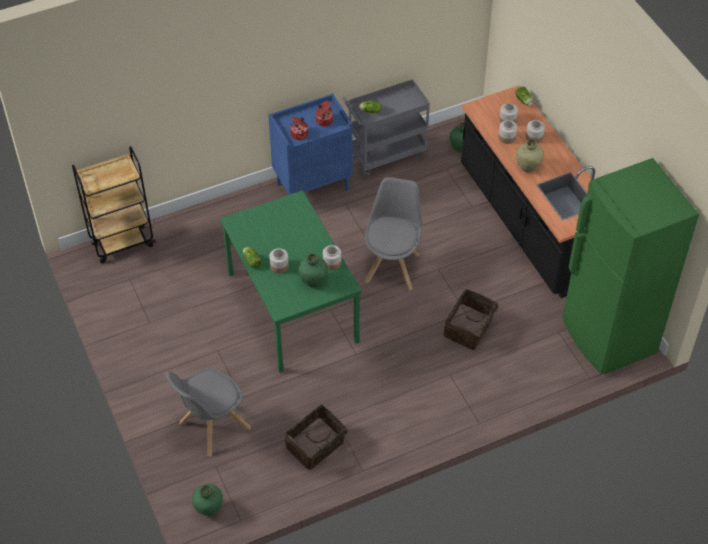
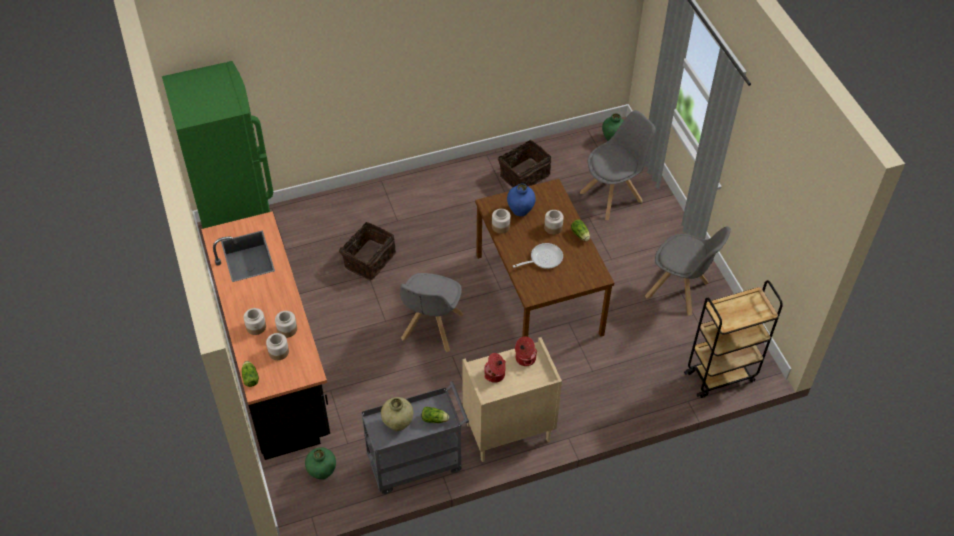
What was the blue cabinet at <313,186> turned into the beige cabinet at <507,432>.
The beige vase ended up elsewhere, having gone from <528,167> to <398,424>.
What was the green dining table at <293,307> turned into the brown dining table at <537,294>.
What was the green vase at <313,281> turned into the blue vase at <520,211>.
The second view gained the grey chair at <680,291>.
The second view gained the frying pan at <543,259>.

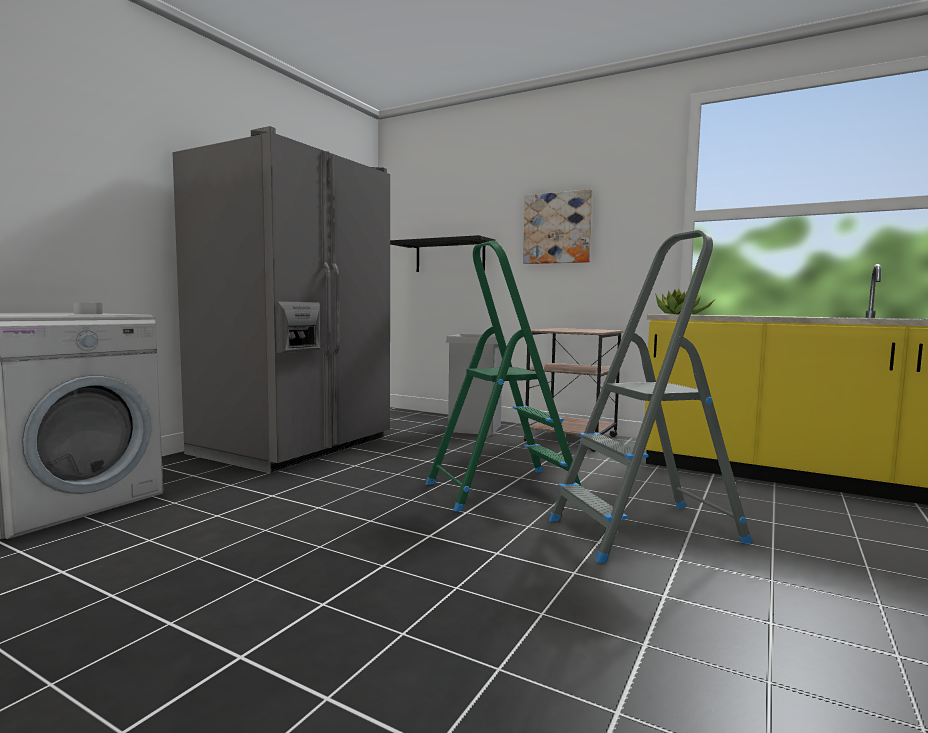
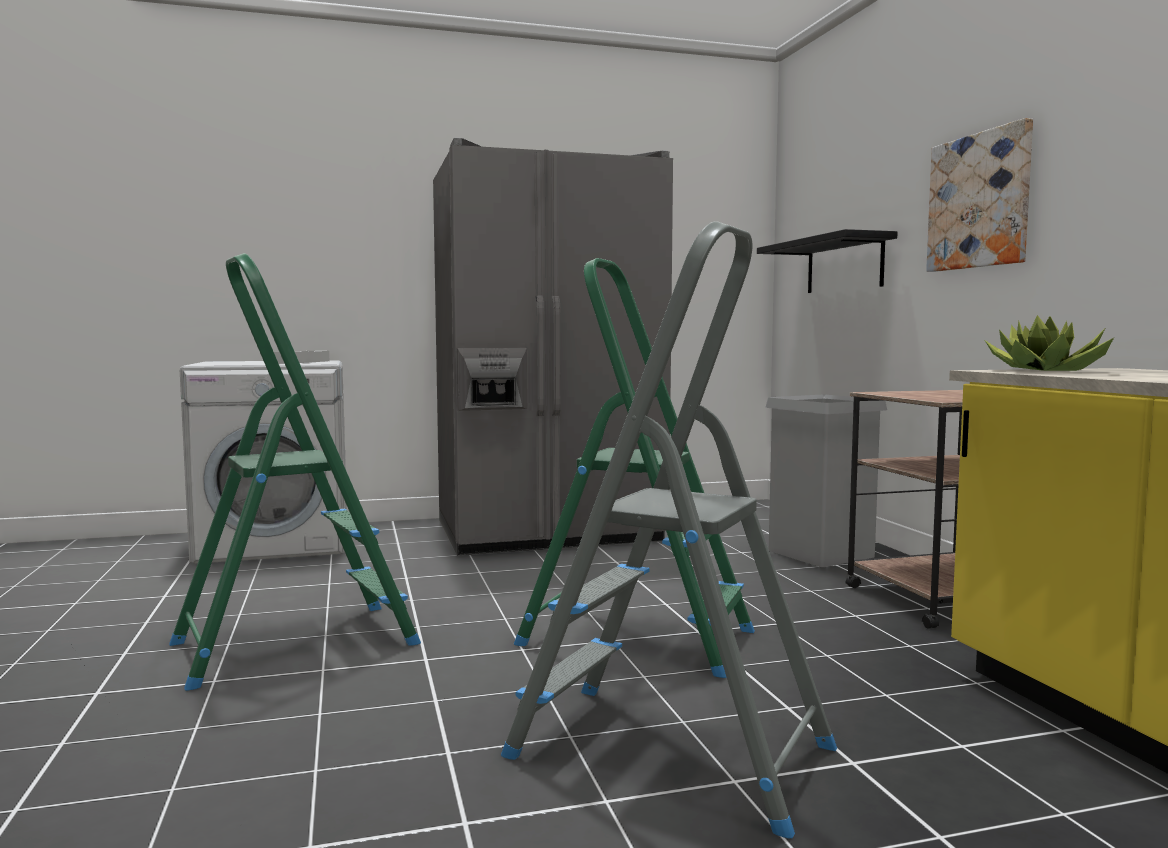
The second view gained the green step ladder at <298,643>.

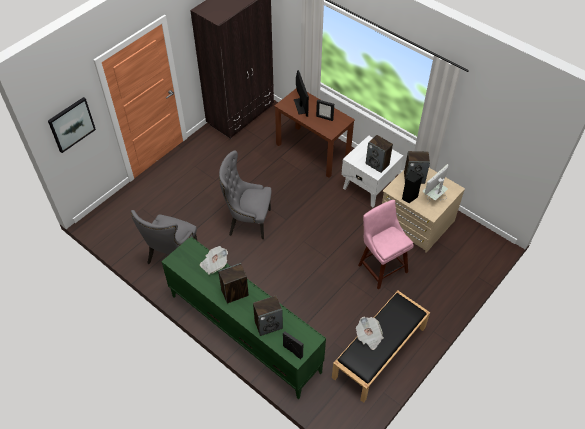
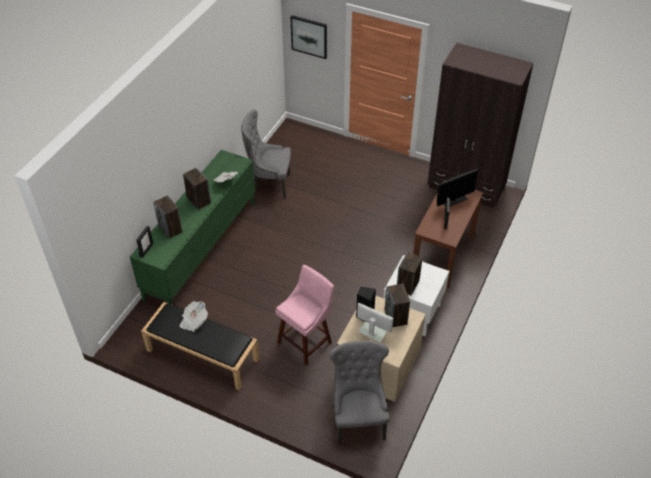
The grey chair ended up elsewhere, having gone from <248,222> to <358,421>.

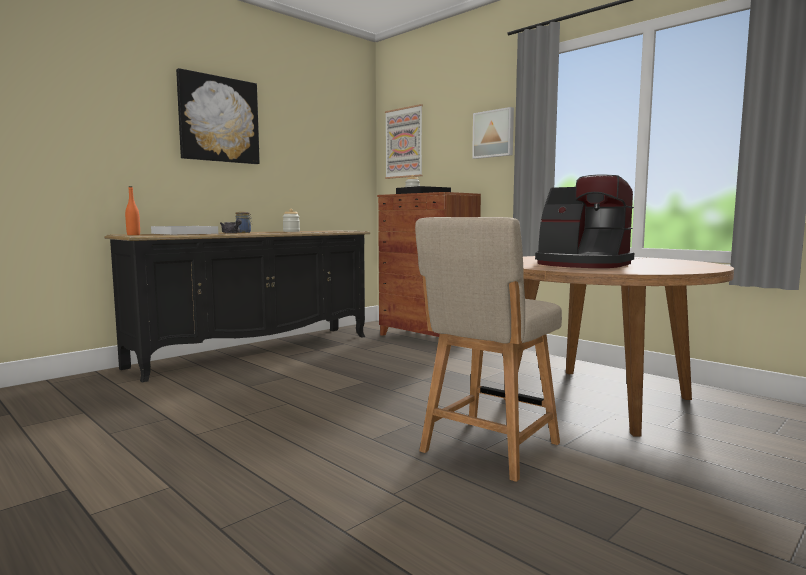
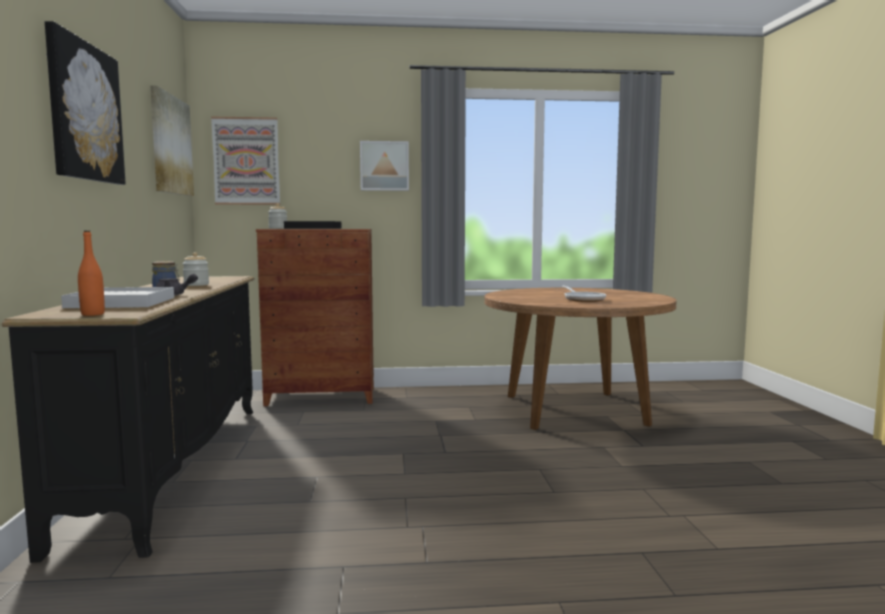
Where the coffee machine stood at <581,264>, the frying pan came to stand at <583,299>.
The second view lost the beige chair at <487,449>.
The second view gained the picture at <170,145>.

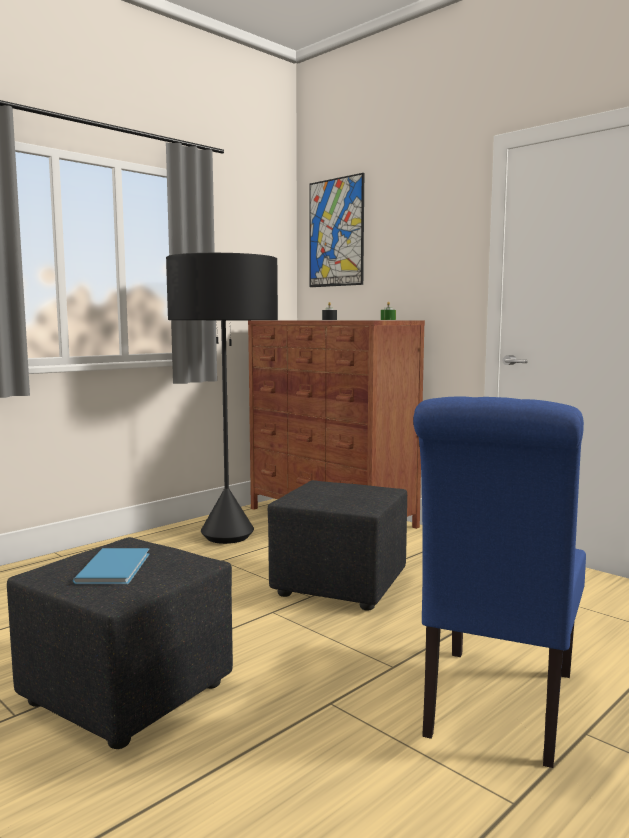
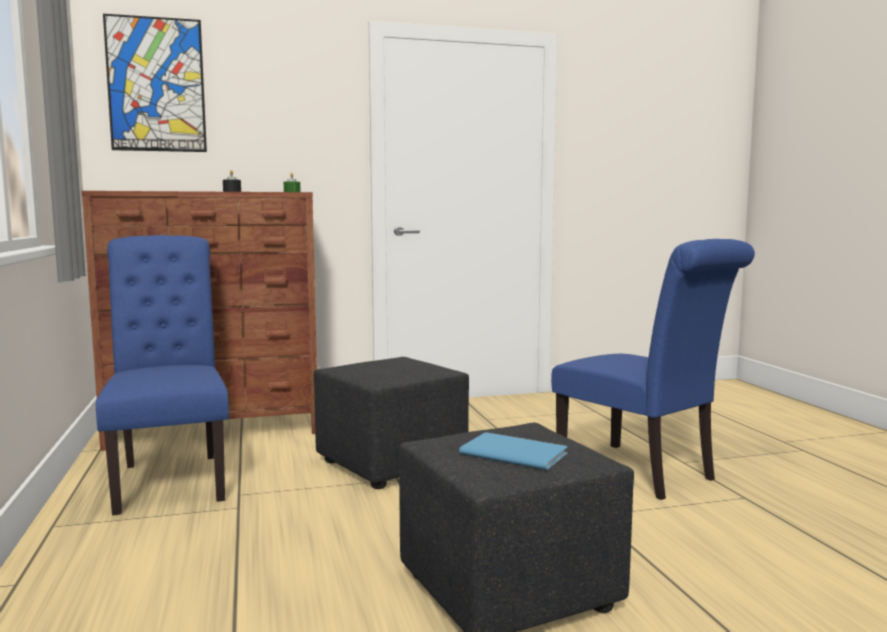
Where the black floor lamp stood at <227,537>, the blue chair came to stand at <171,478>.

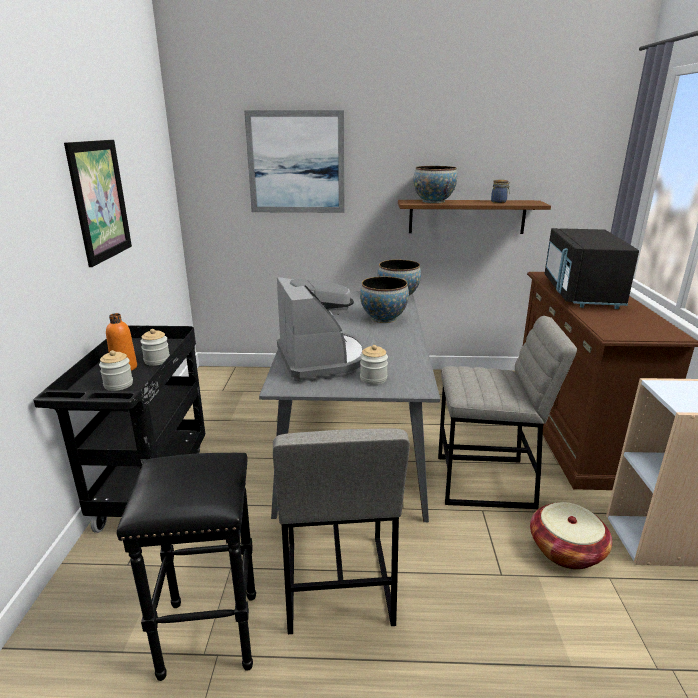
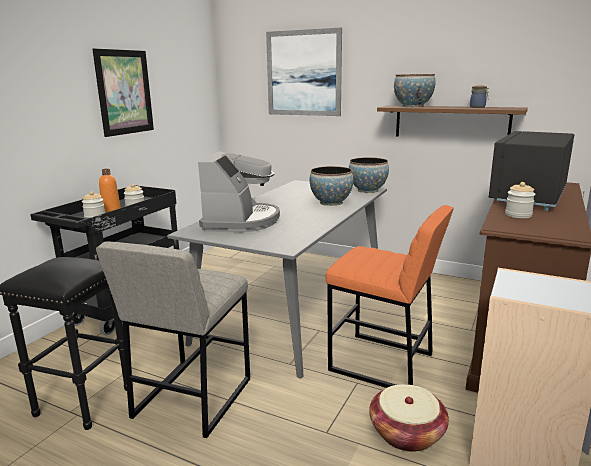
What was the grey chair at <487,481> turned into the orange chair at <384,363>.
The jar ended up elsewhere, having gone from <373,379> to <518,215>.

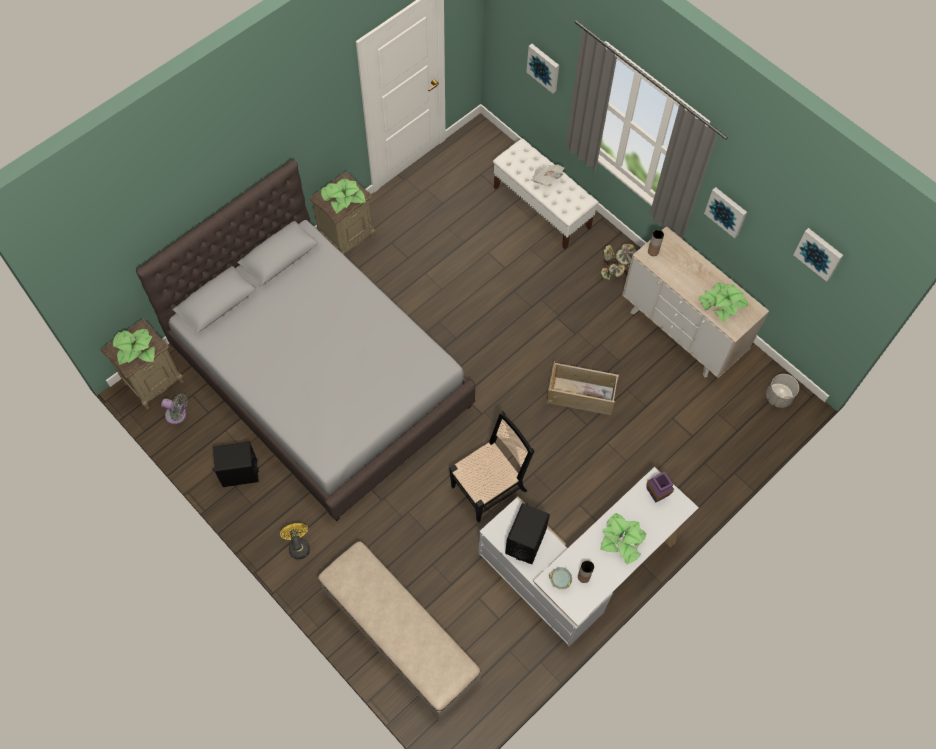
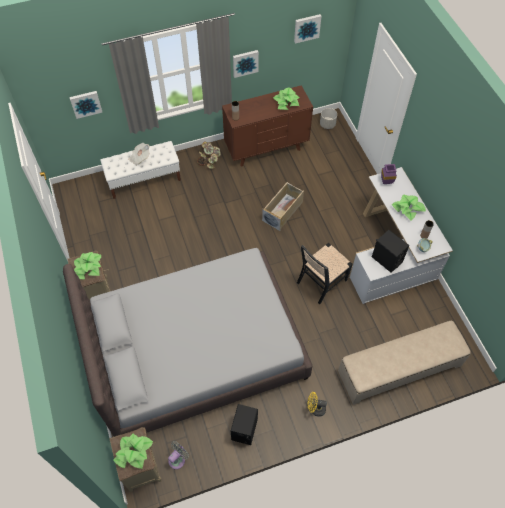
What was the white dresser at <681,332> turned into the brown dresser at <266,148>.
The chair at <489,488> ended up facing another way, 120 degrees counterclockwise from before.

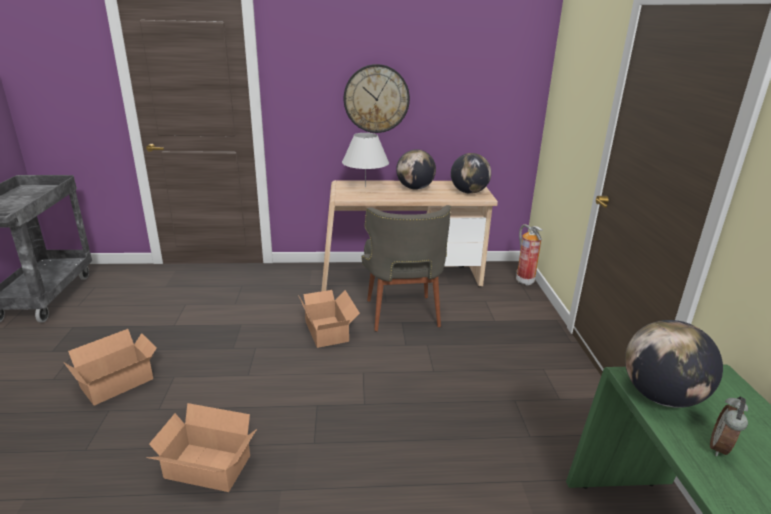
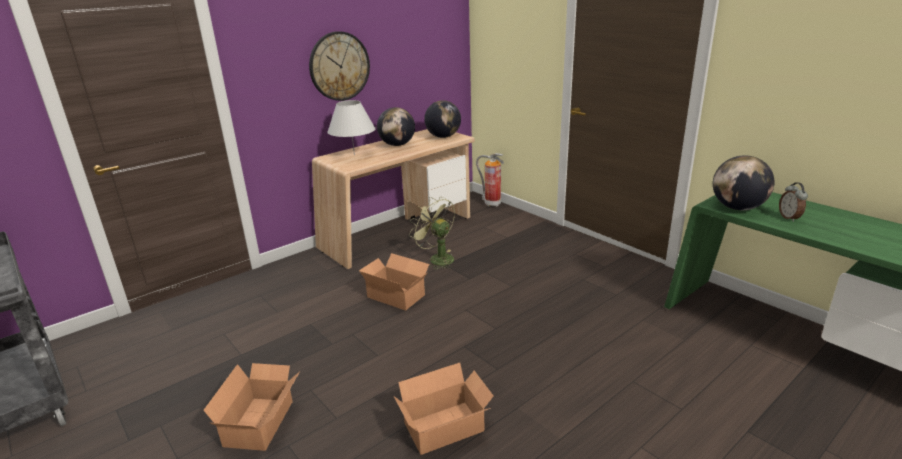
Where the grey chair stood at <402,313>, the green fan came to stand at <437,259>.

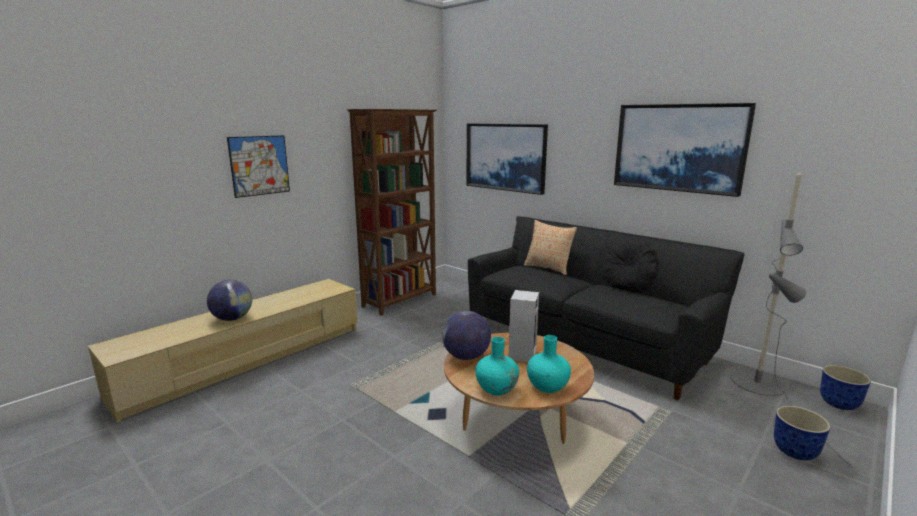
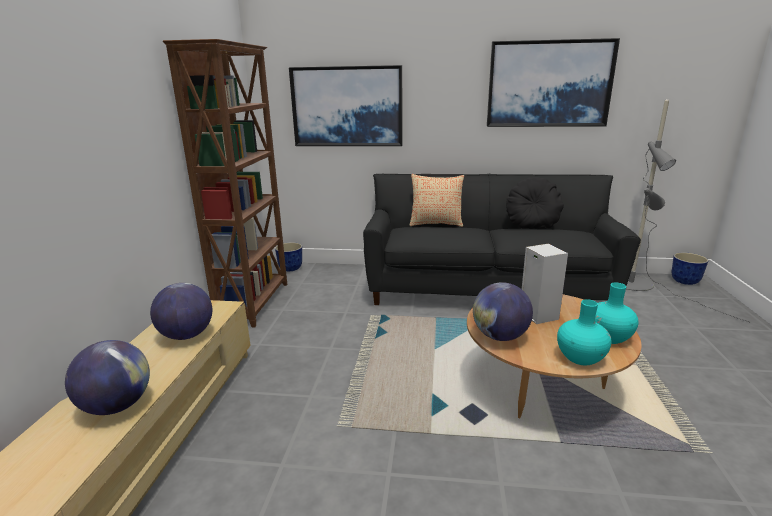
The second view lost the picture at <259,165>.
The planter ended up elsewhere, having gone from <795,452> to <291,268>.
The second view gained the globe at <186,335>.

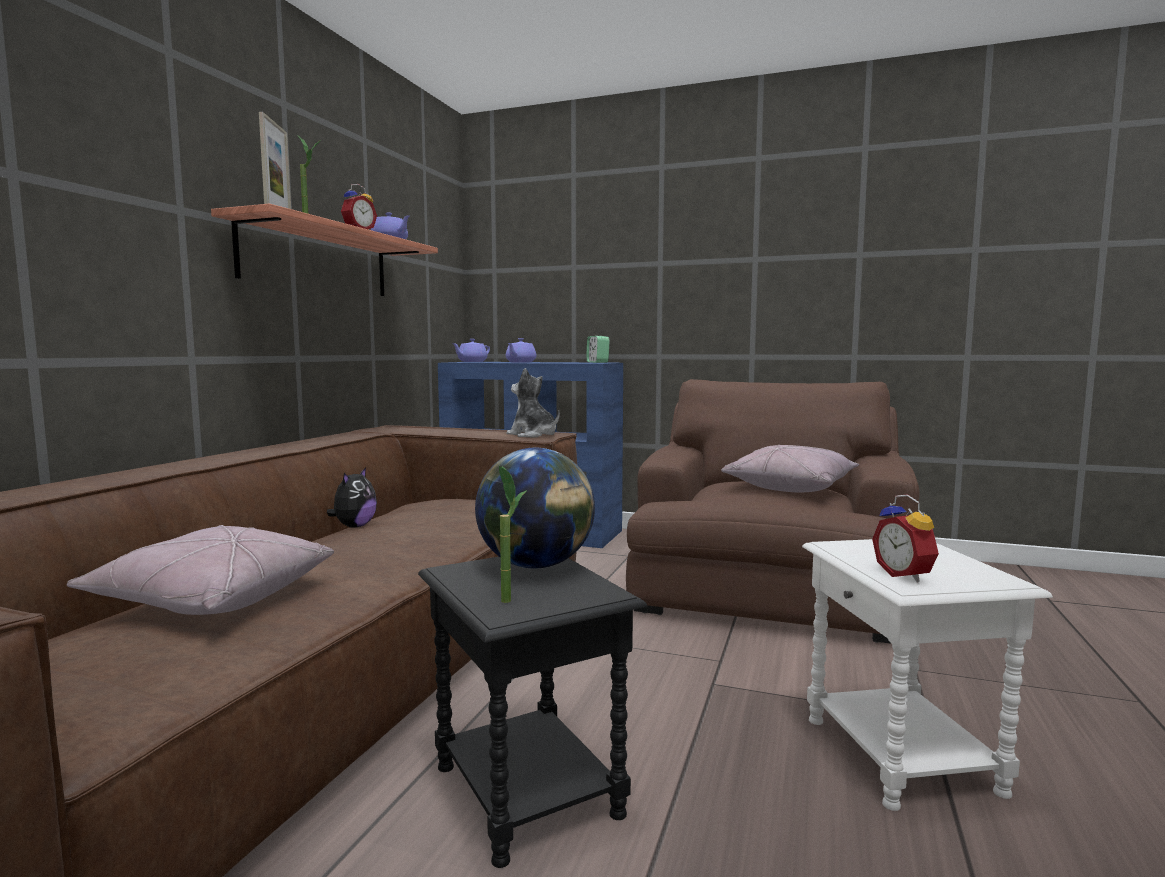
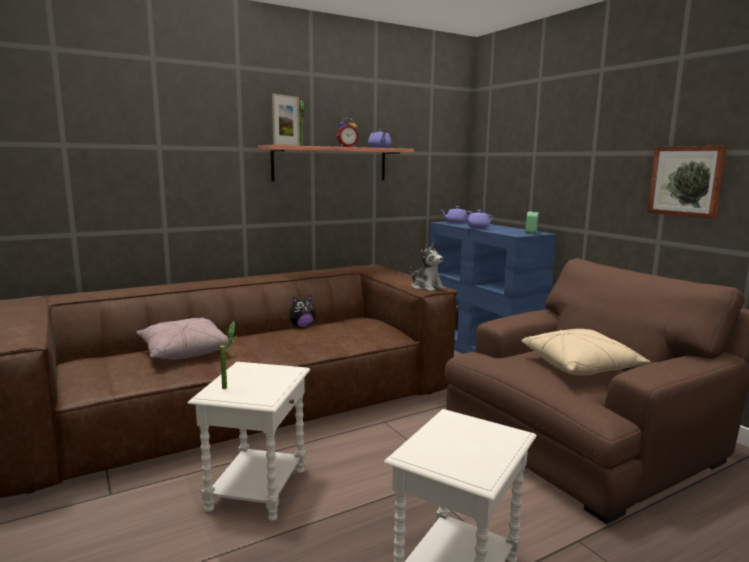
The plush toy at <533,435> ended up facing another way, 150 degrees clockwise from before.
What was the purple pillow at <790,487> turned into the beige pillow at <581,366>.
The second view lost the globe at <536,565>.
The second view lost the alarm clock at <906,575>.
What was the black side table at <524,790> turned into the white side table at <255,488>.
The second view gained the picture at <686,181>.

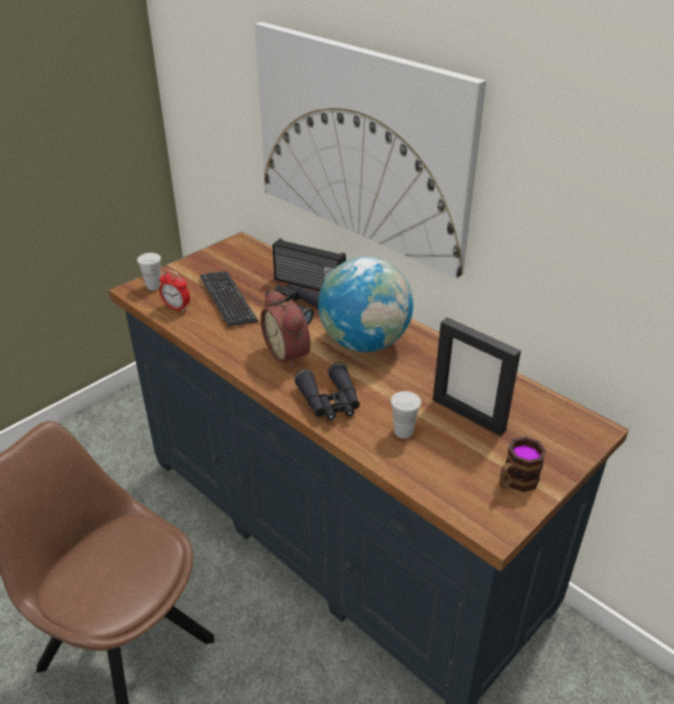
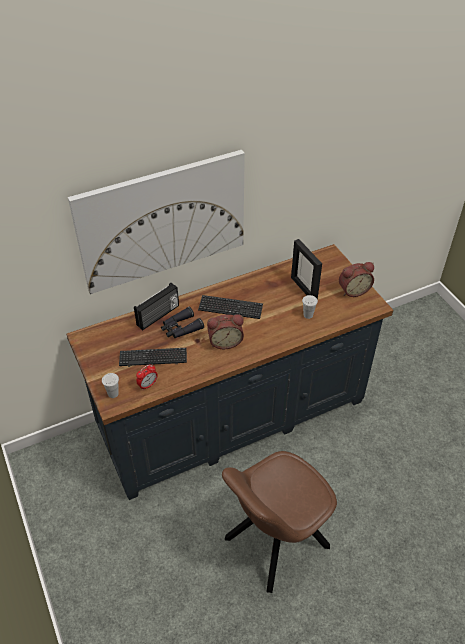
Where the globe stood at <364,342>, the keyboard came to stand at <230,308>.
The picture frame at <469,414> ended up facing another way, 90 degrees clockwise from before.
The second view lost the black binoculars at <330,402>.
Where the mug stood at <515,482>, the alarm clock came to stand at <353,290>.

